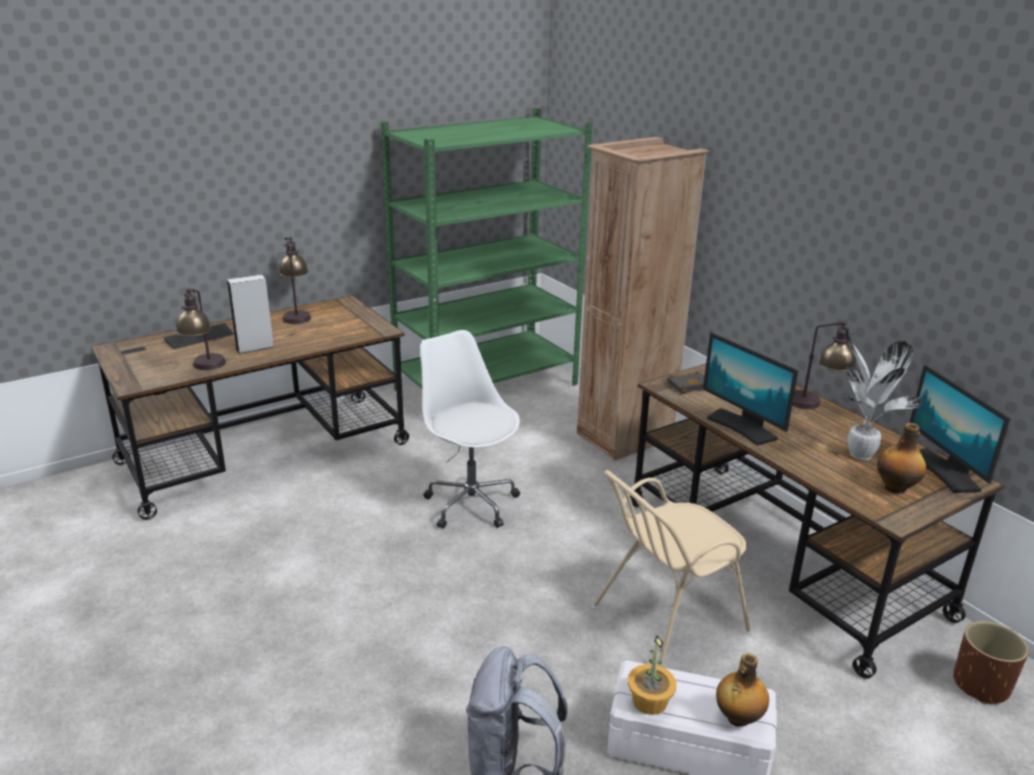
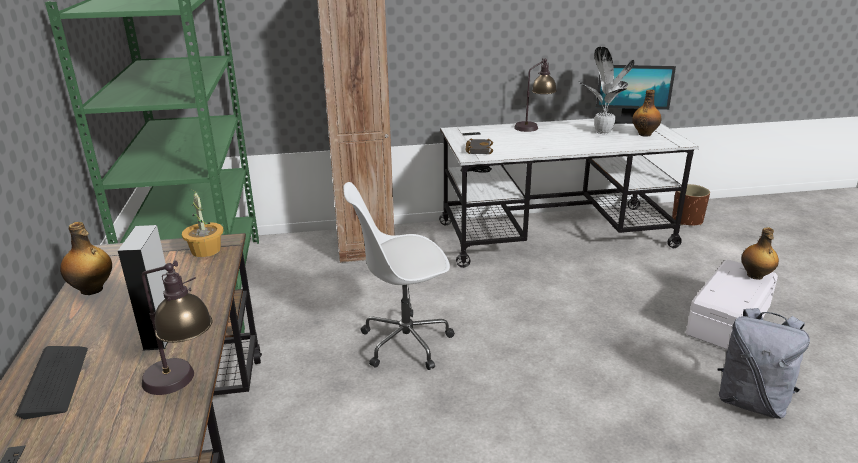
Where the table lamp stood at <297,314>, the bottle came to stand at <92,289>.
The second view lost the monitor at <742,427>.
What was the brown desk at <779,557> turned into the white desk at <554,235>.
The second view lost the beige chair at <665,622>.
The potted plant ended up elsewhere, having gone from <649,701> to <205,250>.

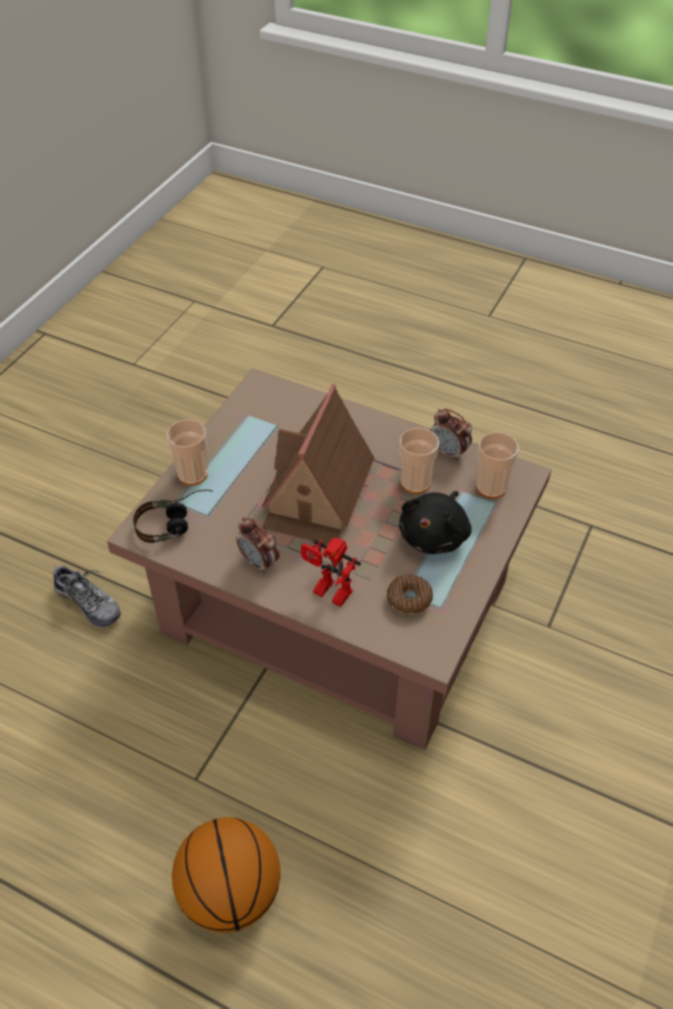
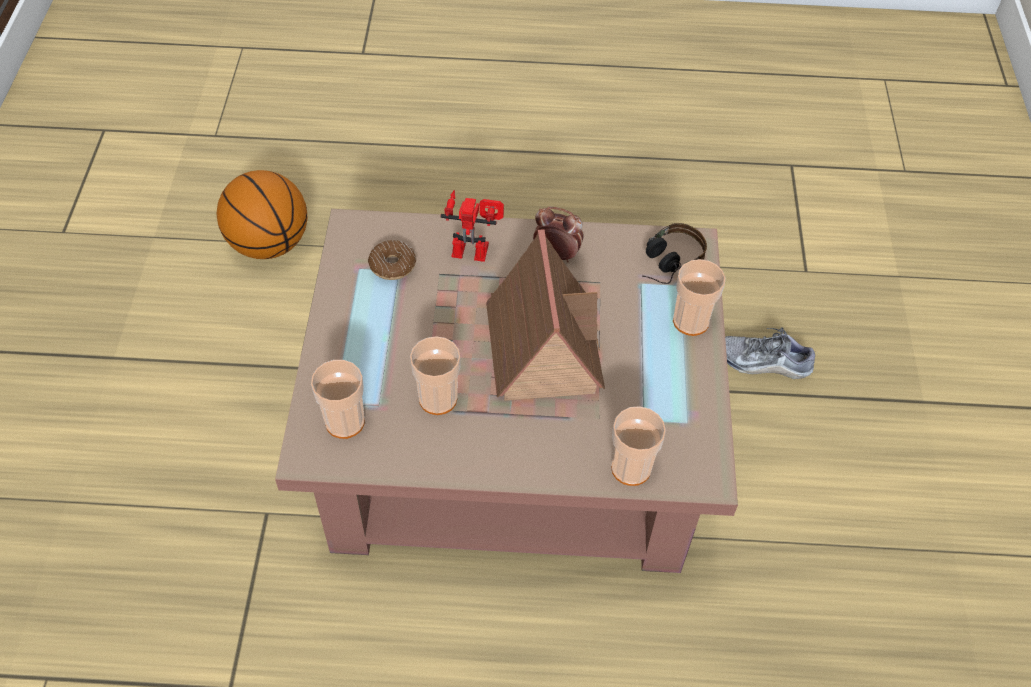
The second view lost the alarm clock at <449,452>.
The second view lost the black plush toy at <435,535>.
The basketball ended up elsewhere, having gone from <230,893> to <269,243>.
The second view gained the cup at <631,468>.

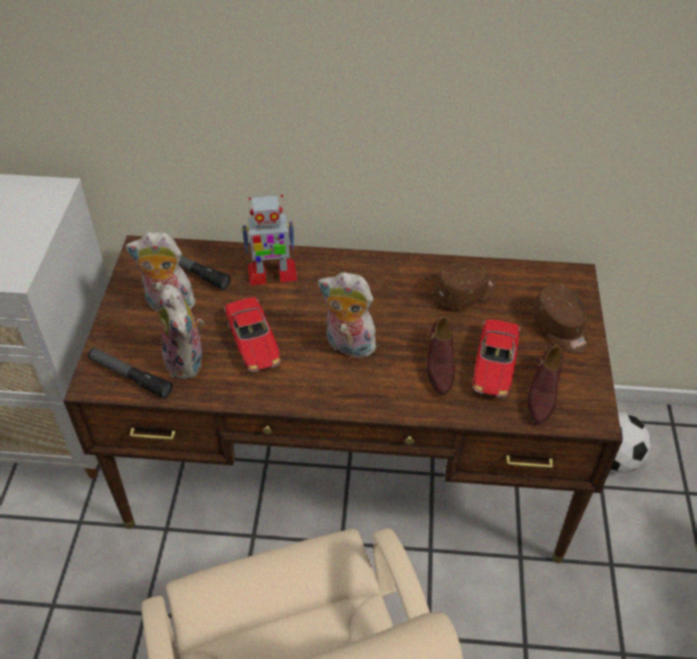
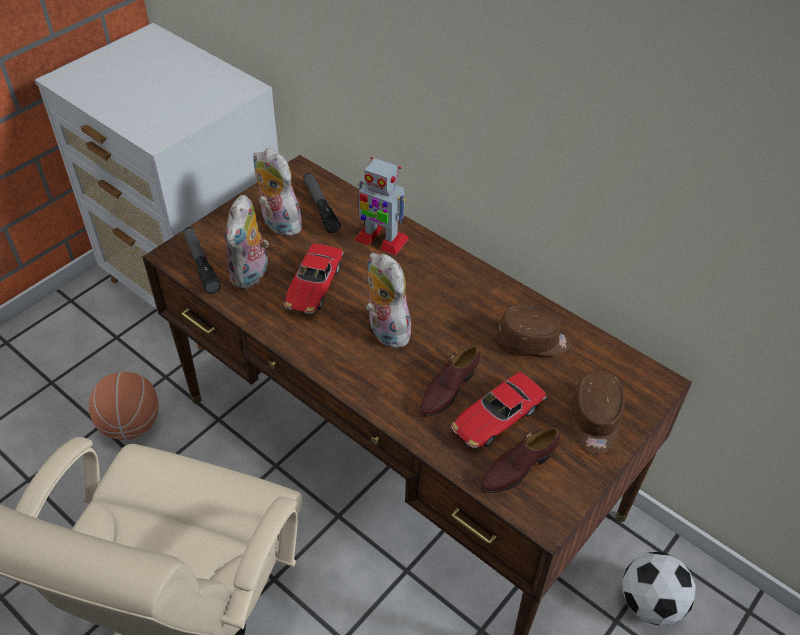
The second view gained the basketball at <131,424>.

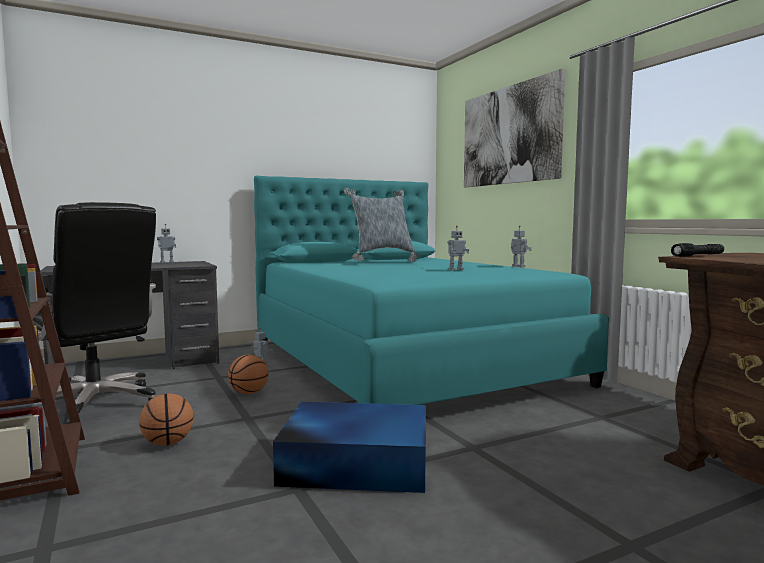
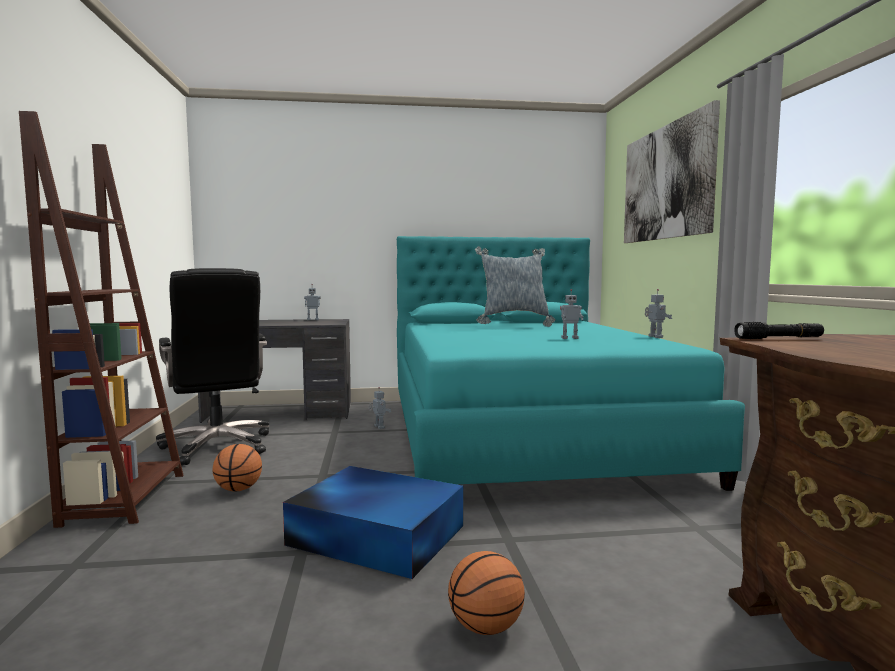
The basketball ended up elsewhere, having gone from <249,393> to <485,627>.

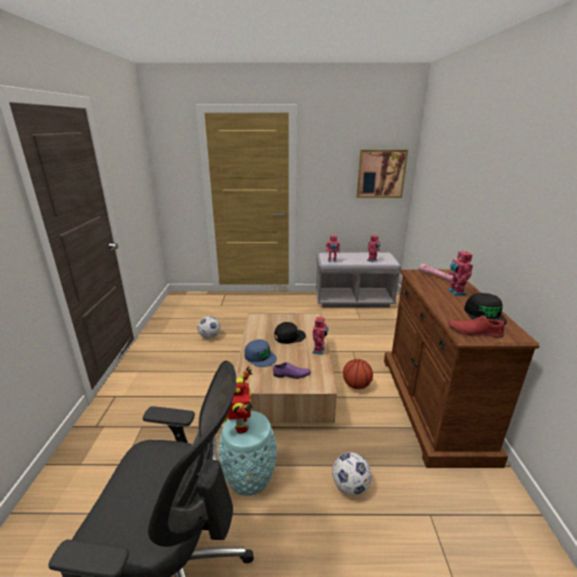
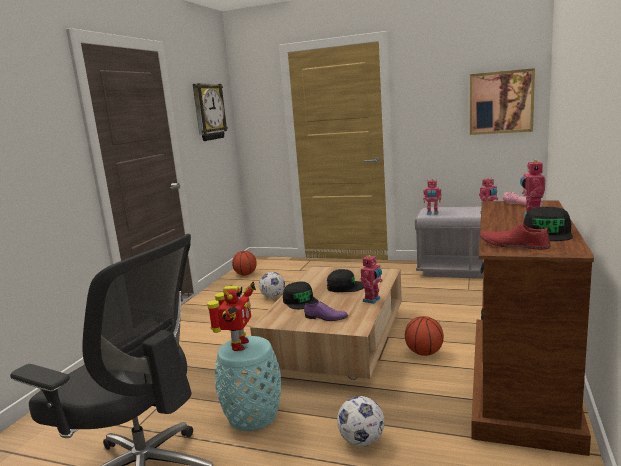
What was the blue cap at <260,357> turned into the black cap at <300,301>.
The second view gained the wall clock at <208,112>.
The second view gained the basketball at <245,274>.

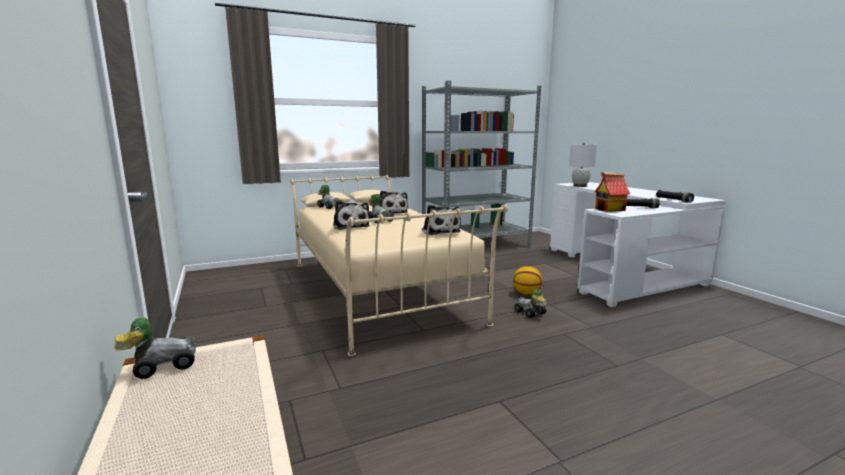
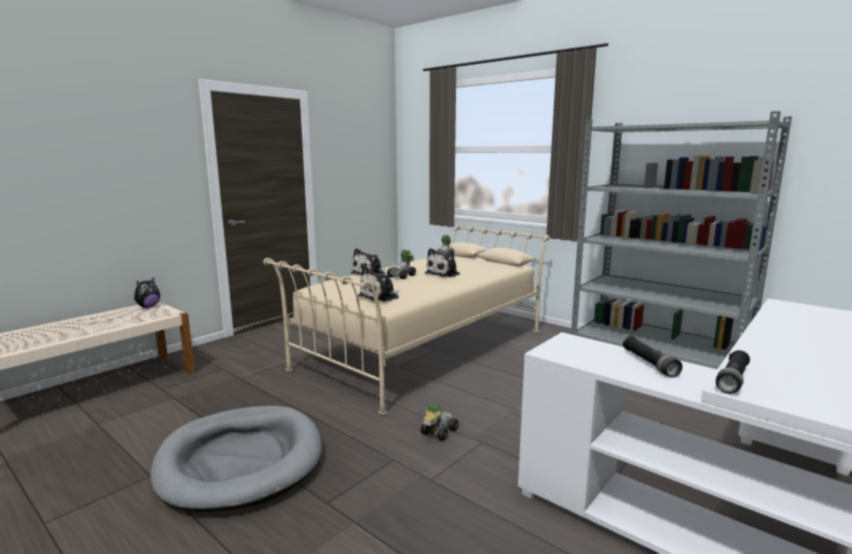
The second view lost the white table lamp at <580,186>.
The second view lost the toy house at <609,209>.
The second view lost the basketball at <526,293>.
Where the toy car stood at <161,366>, the plush toy came to stand at <148,307>.
The second view gained the grey dog bed at <241,461>.

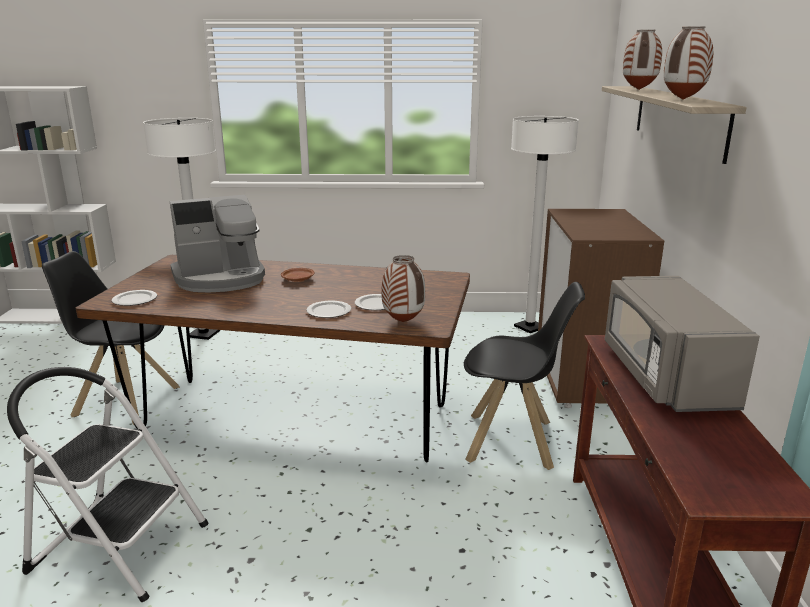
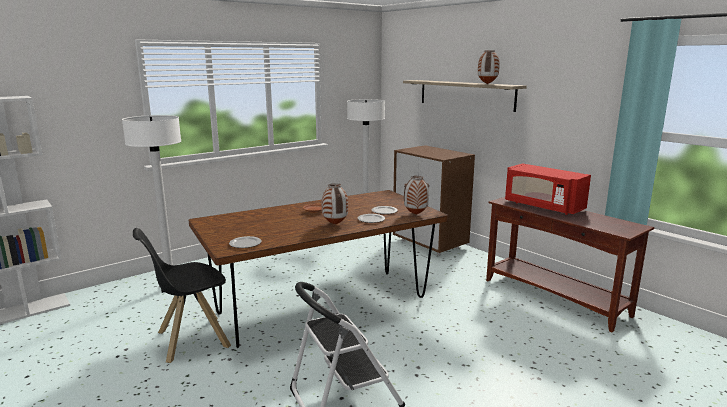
The vase ended up elsewhere, having gone from <639,89> to <335,224>.
The second view lost the coffee machine at <220,278>.
What was the grey microwave at <665,376> turned into the red microwave at <542,206>.
The second view lost the black chair at <513,441>.

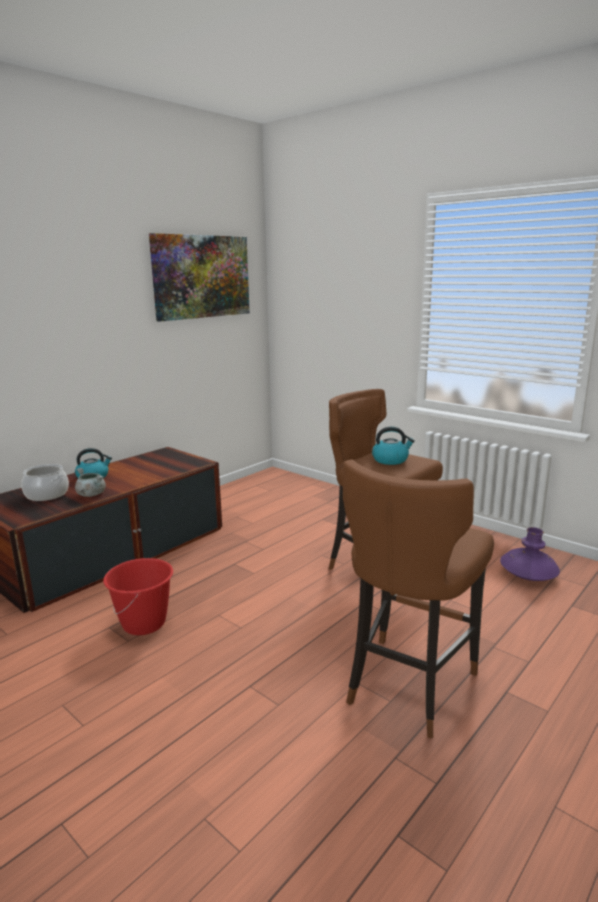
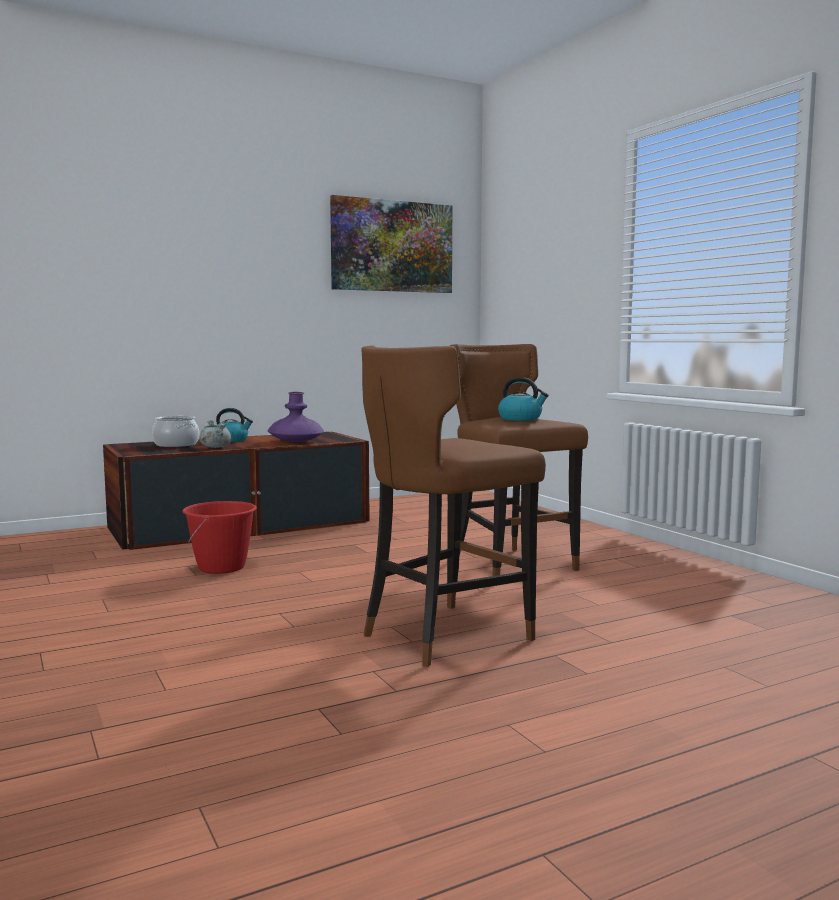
The purple vase ended up elsewhere, having gone from <528,574> to <296,441>.

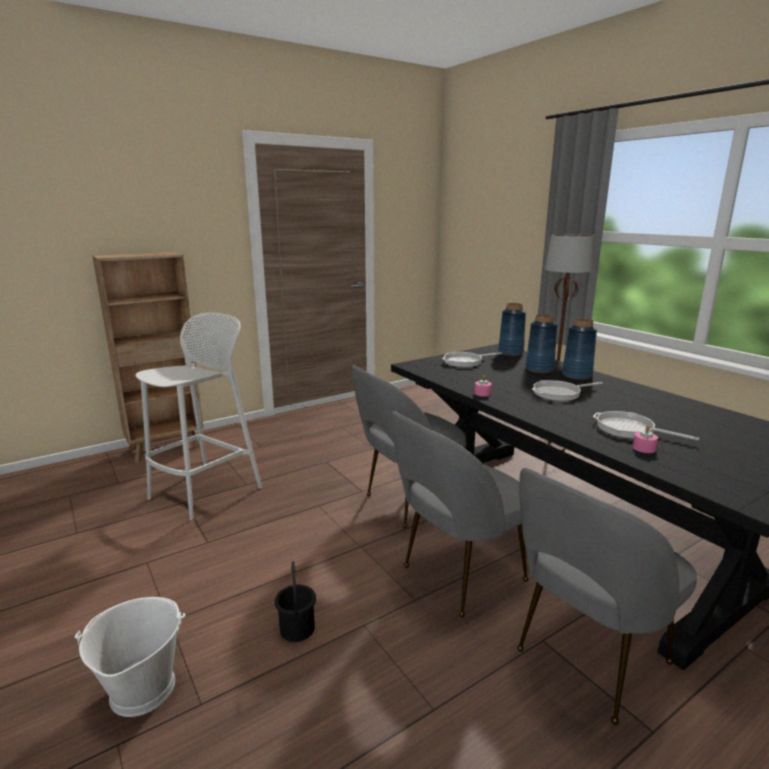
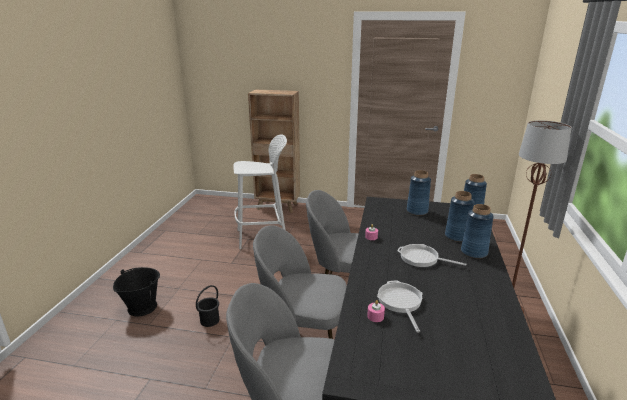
Where the frying pan stood at <465,362>, the blue vase came to stand at <417,211>.
What was the white bucket at <142,689> turned into the black bucket at <142,307>.

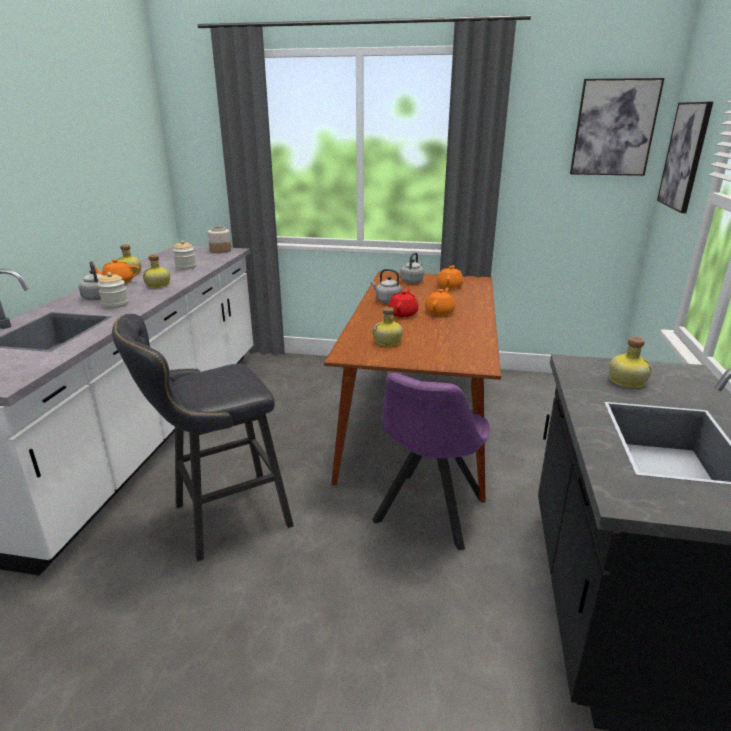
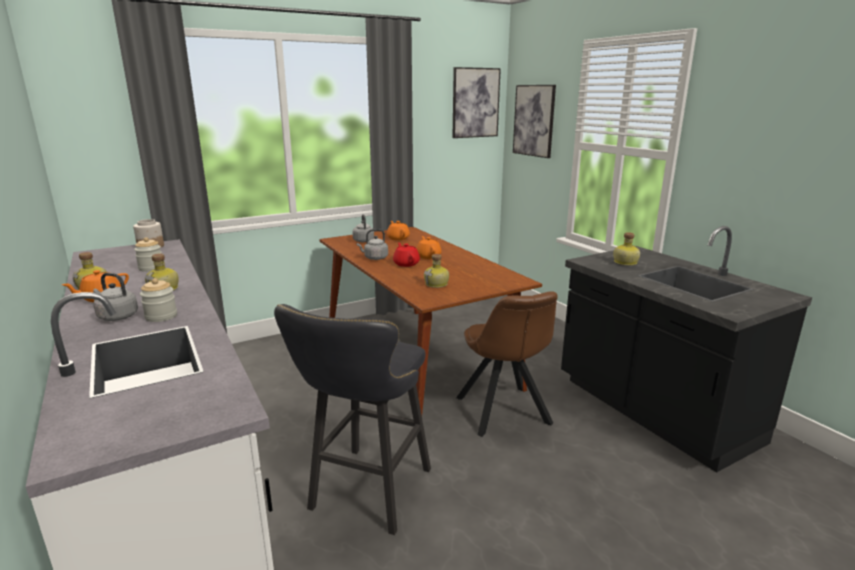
What was the purple chair at <429,511> turned into the brown chair at <503,412>.

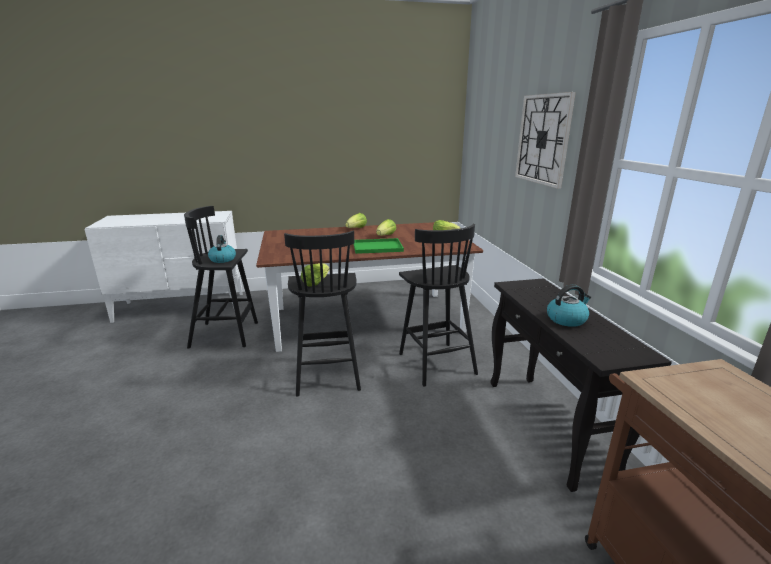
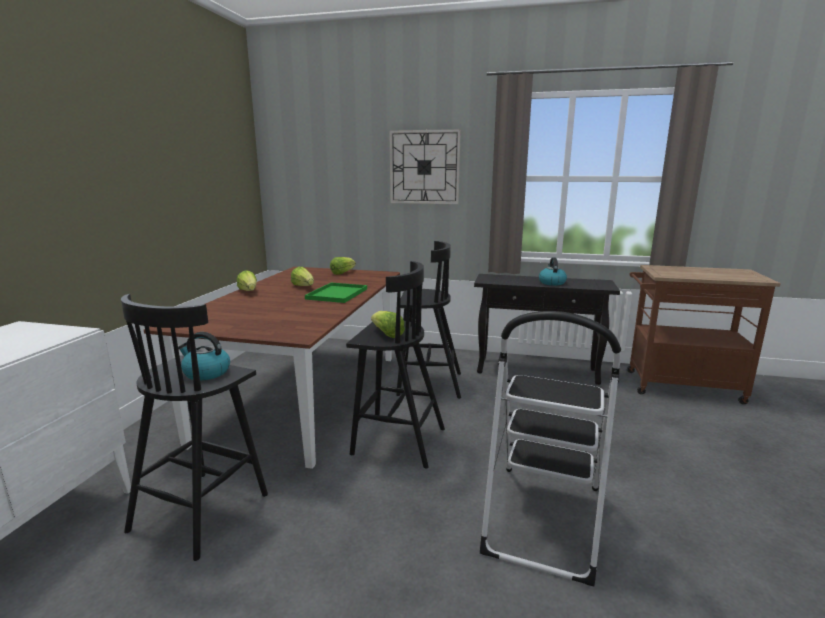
The second view gained the step ladder at <541,521>.

